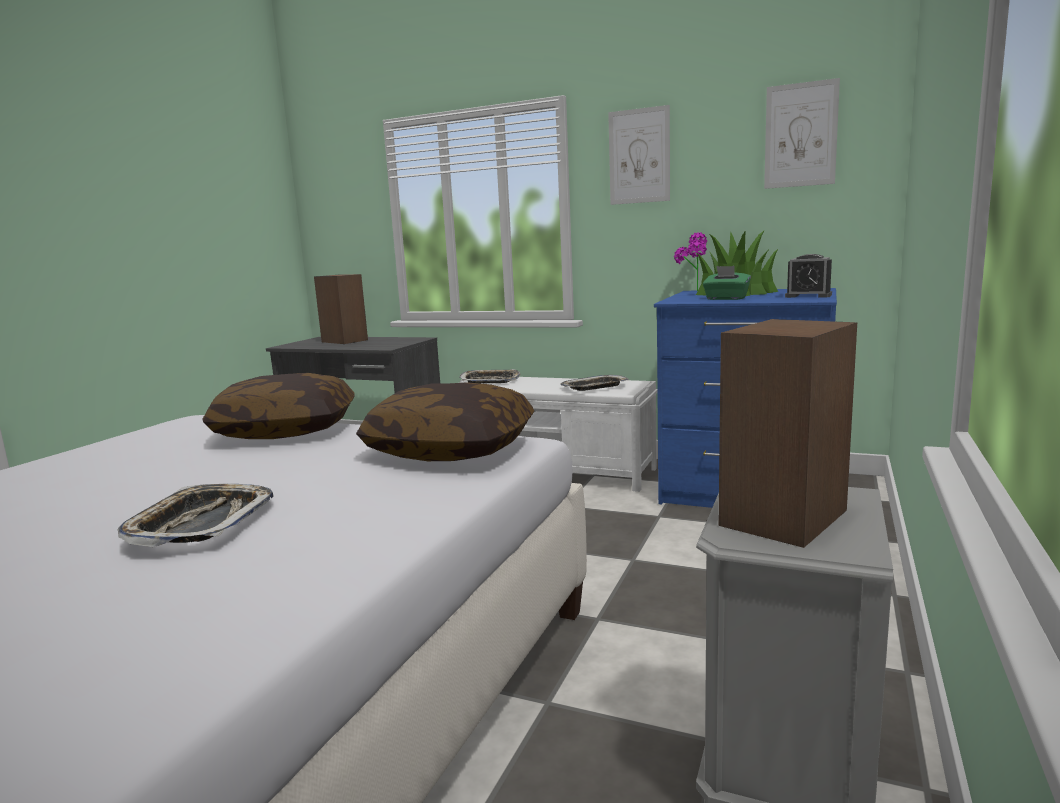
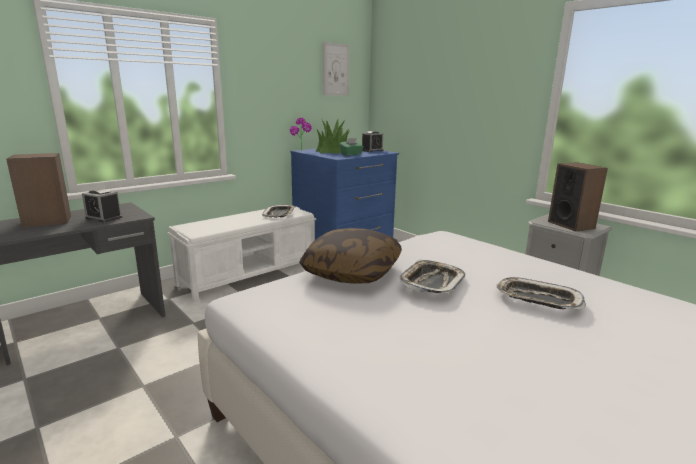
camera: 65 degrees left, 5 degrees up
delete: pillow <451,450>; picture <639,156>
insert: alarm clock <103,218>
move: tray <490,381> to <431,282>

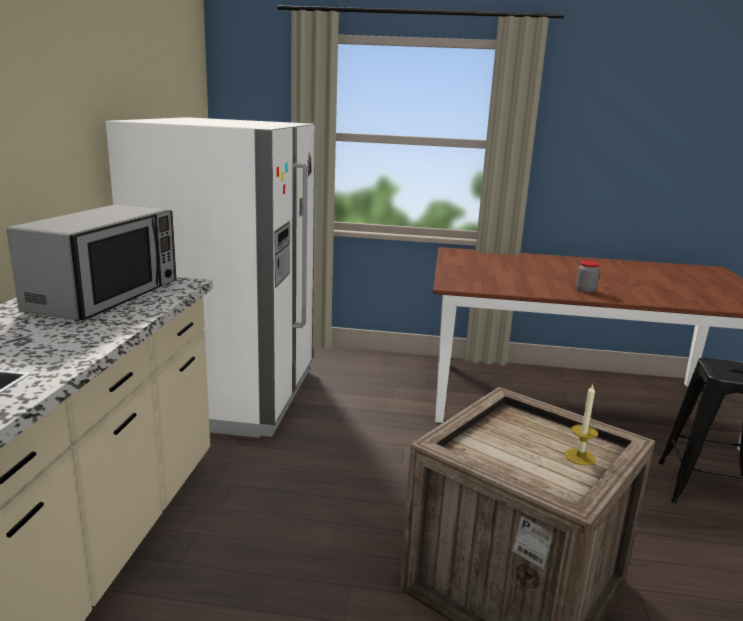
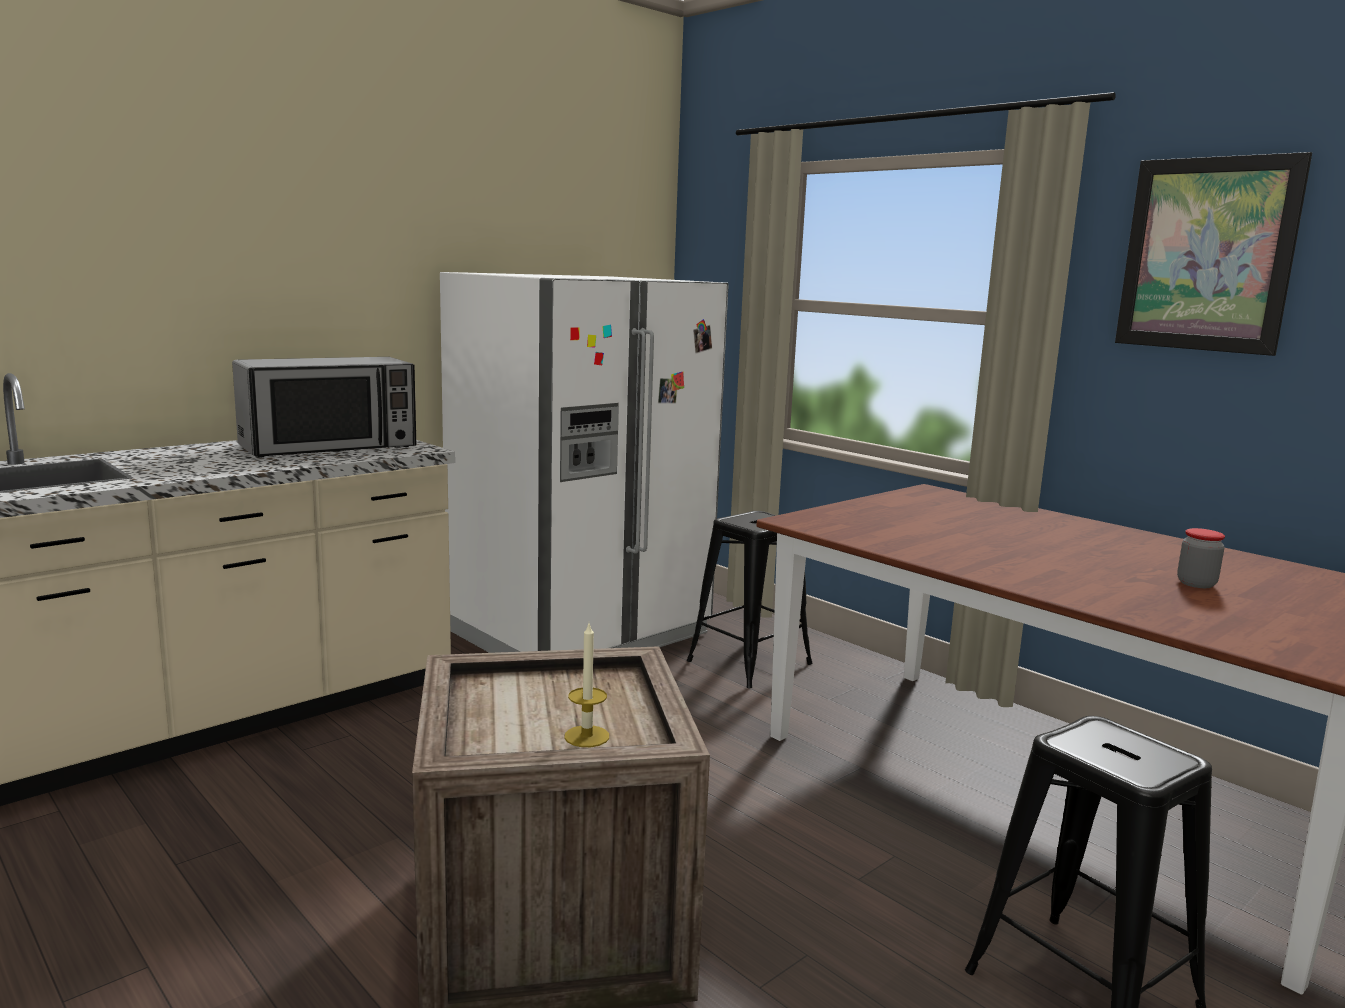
camera: 40 degrees right, 5 degrees down
insert: stool in black <749,663>; picture <1207,255>
move: jar <585,290> to <1196,584>

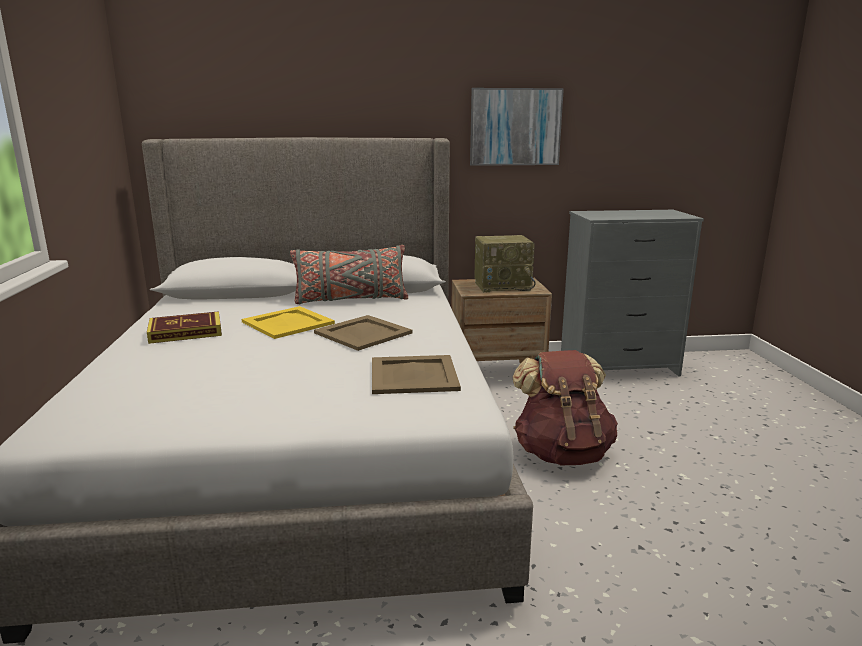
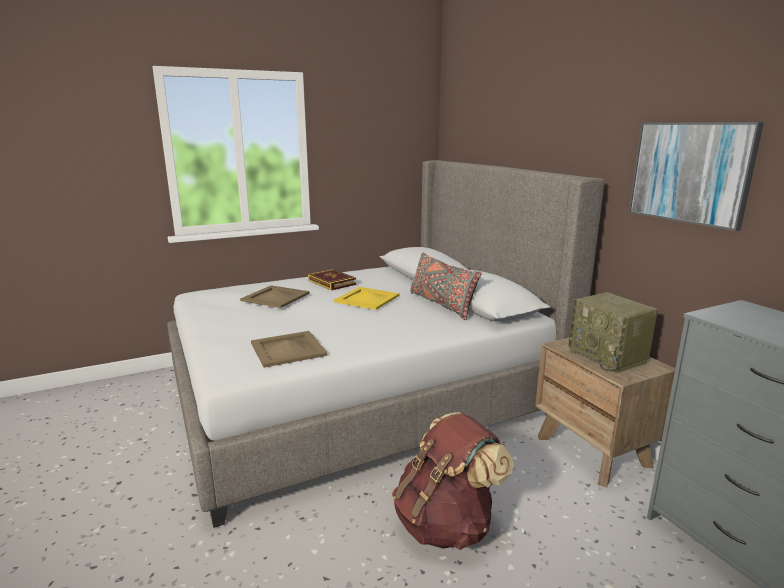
camera: 70 degrees right, 0 degrees up
move: tray in beige <363,332> to <276,297>

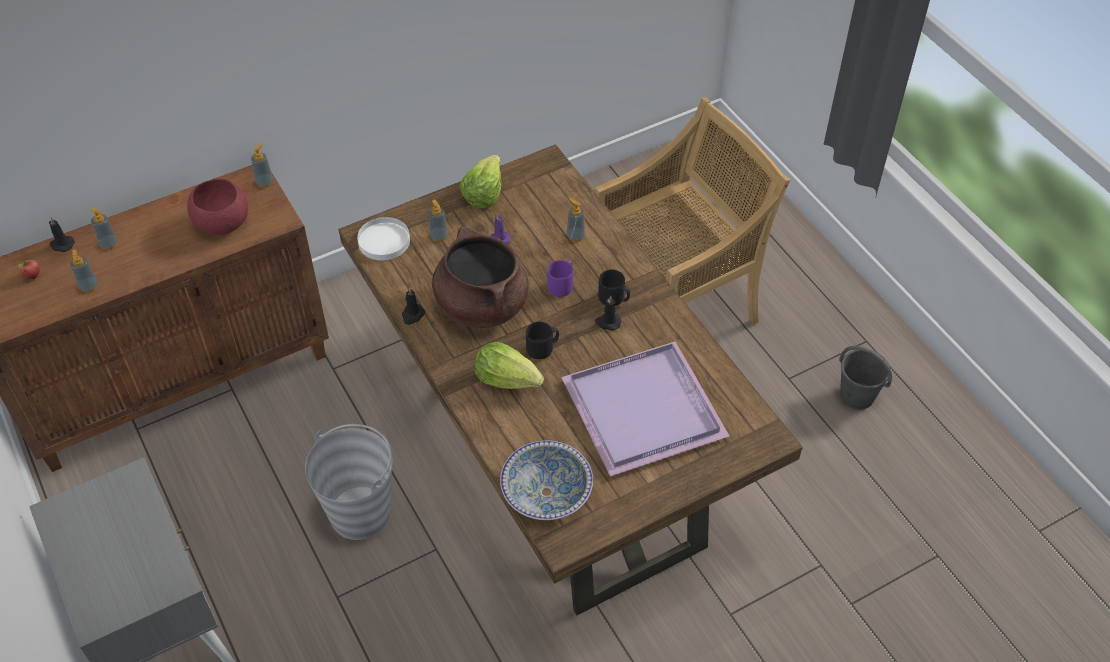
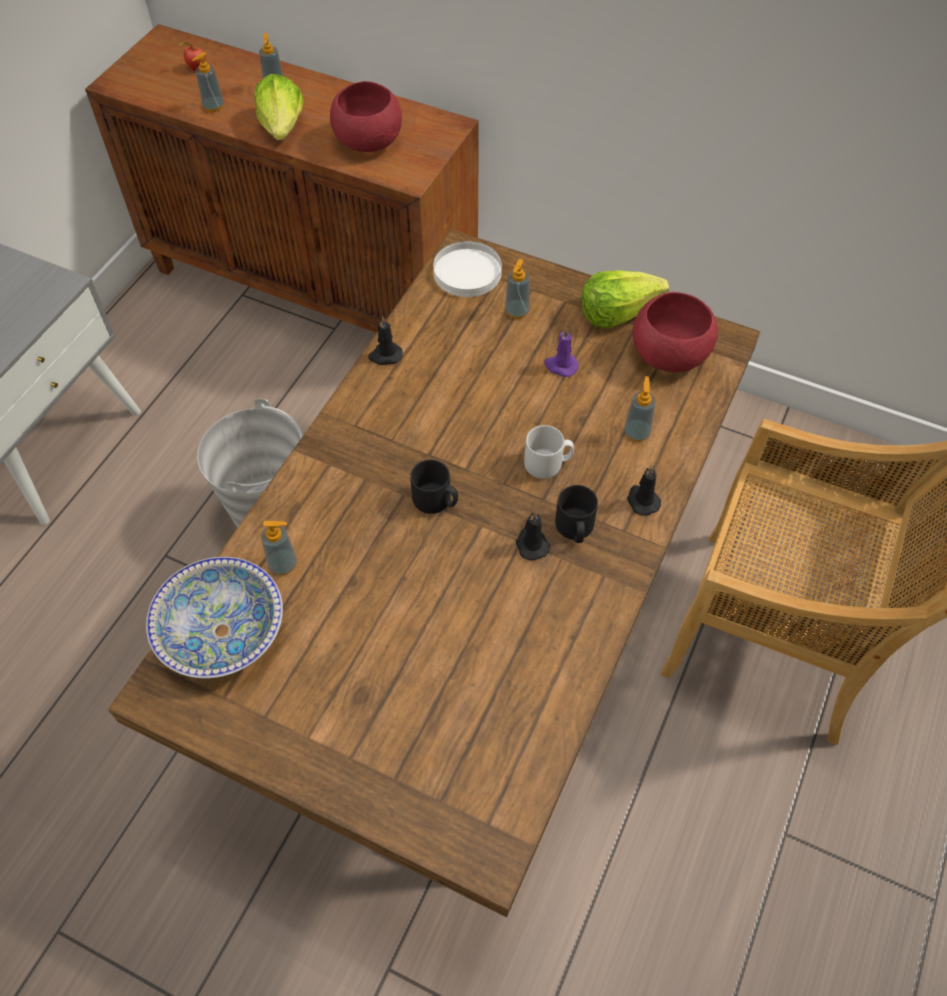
camera: 55 degrees right, 5 degrees up
delete: cooking pot in brown <481,305>; tray in purple <647,411>; bucket in grey <857,396>
insert: bowl in red <668,354>
move: candle in black <62,245> to <642,500>; soap dispenser <264,182> to <283,564>; lettuce <507,378> to <282,126>
recolor: mug in purple <562,285> to mug in grey <548,464>

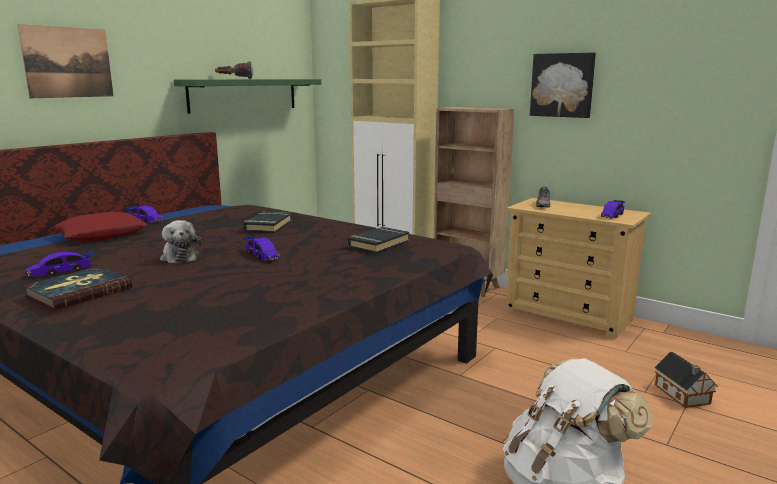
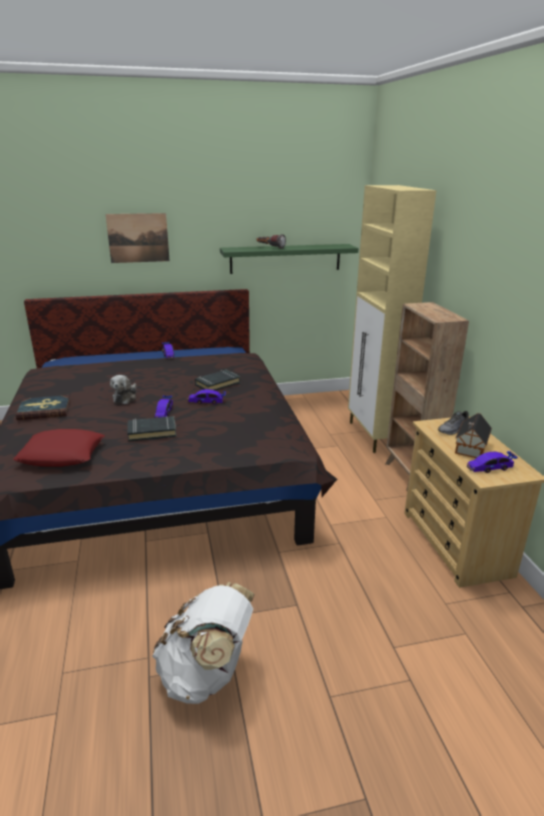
camera: 40 degrees right, 10 degrees up
delete: picture <562,85>
move: toy car <61,271> to <206,401>; pillow in red <102,234> to <62,454>; book in black <378,244> to <152,432>; toy house <683,395> to <470,448>

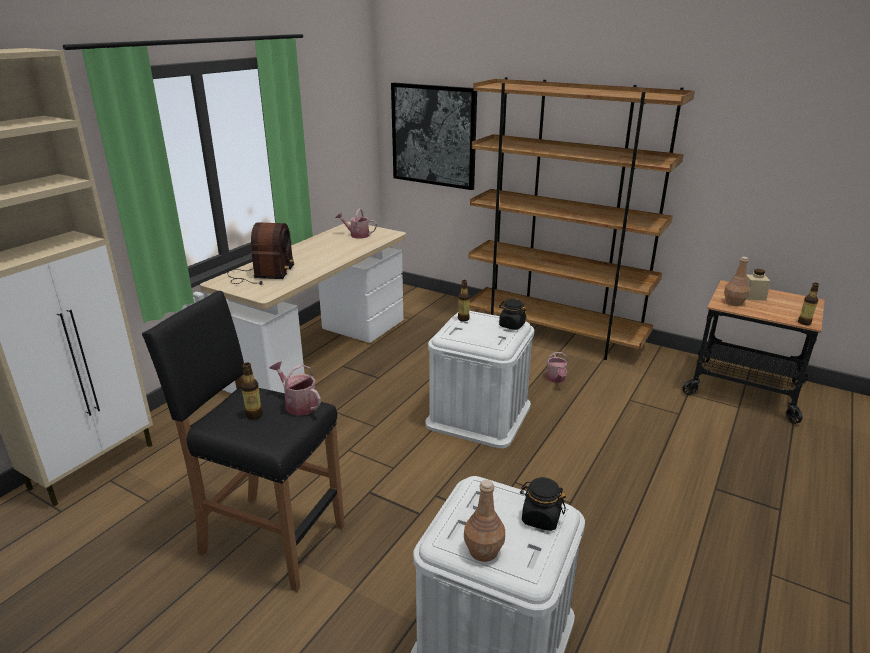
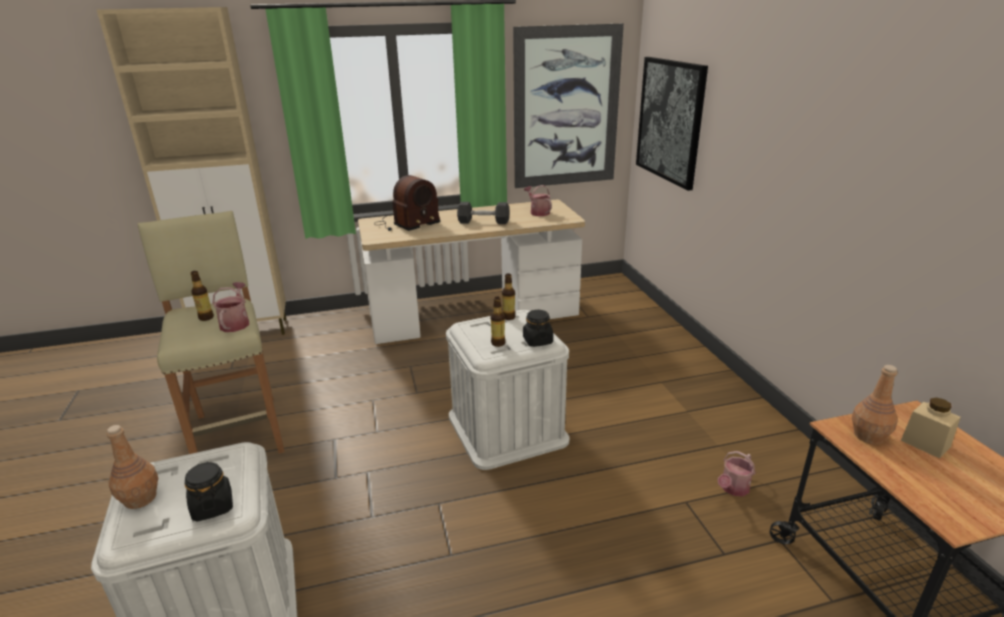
camera: 45 degrees right, 0 degrees up
delete: bookcase in brown <555,334>
insert: dumbbell in grey <483,222>; picture <566,108>
move: watering can <556,379> to <733,488>; bottle <804,323> to <498,343>
recolor: stool in black <271,539> to stool in beige <239,432>

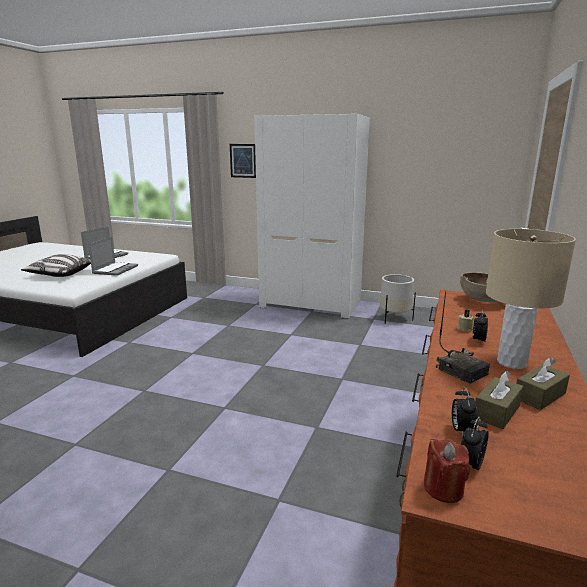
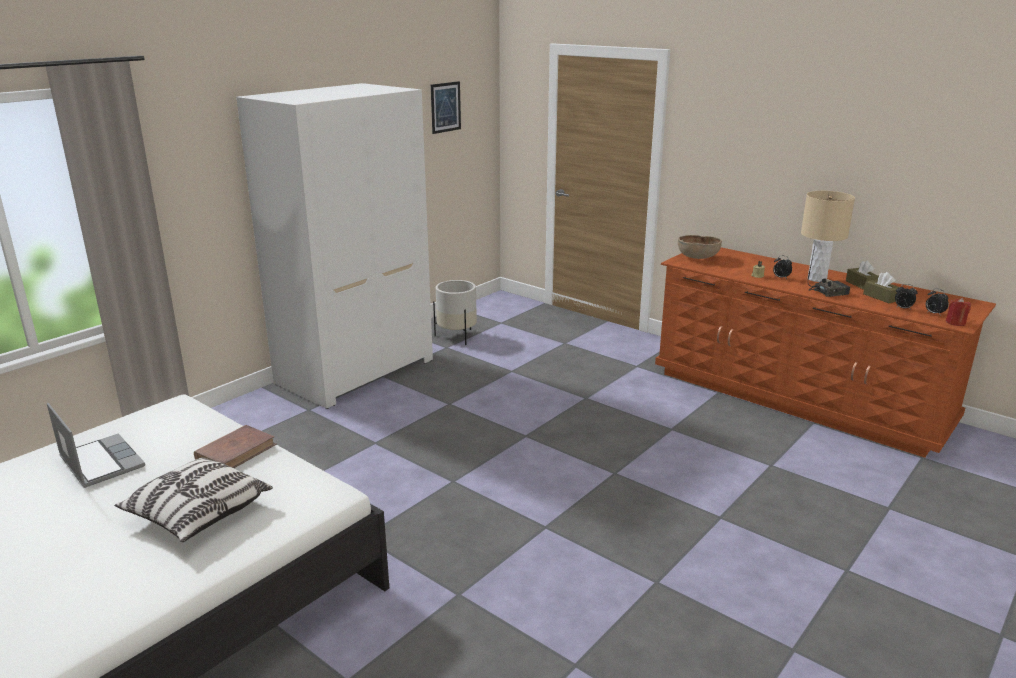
camera: 70 degrees left, 5 degrees up
move: picture <243,160> to <445,107>
replace: laptop <115,269> to book in brown <236,452>

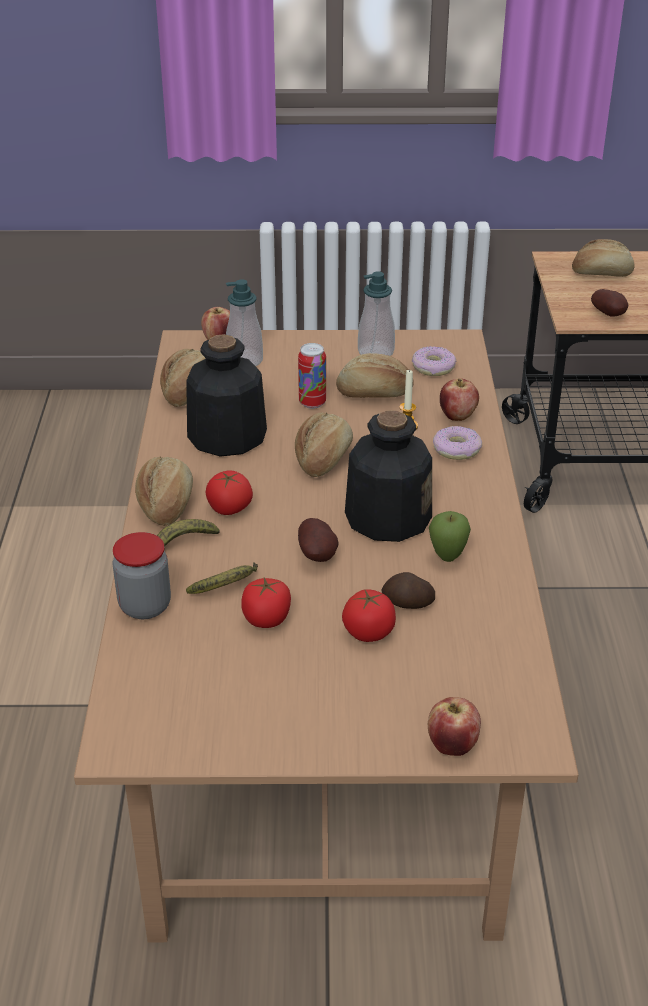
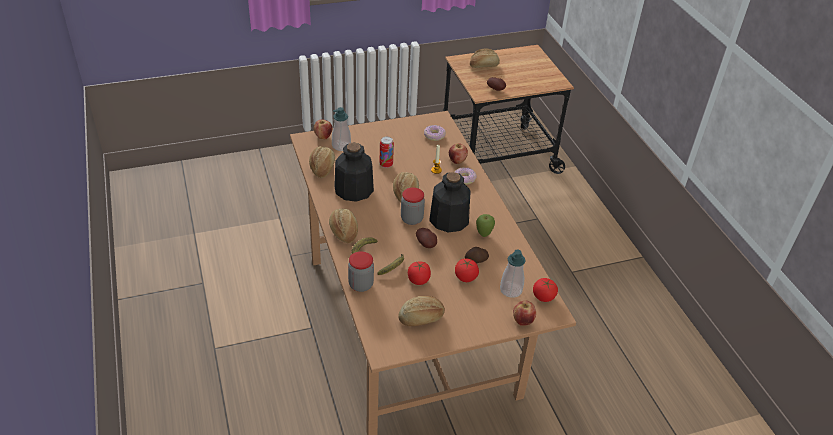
camera: 20 degrees left, 5 degrees up
insert: jar <411,219>
move: tomato <229,508> to <543,296>; bread <374,393> to <421,318>; soap dispenser <376,352> to <511,290>

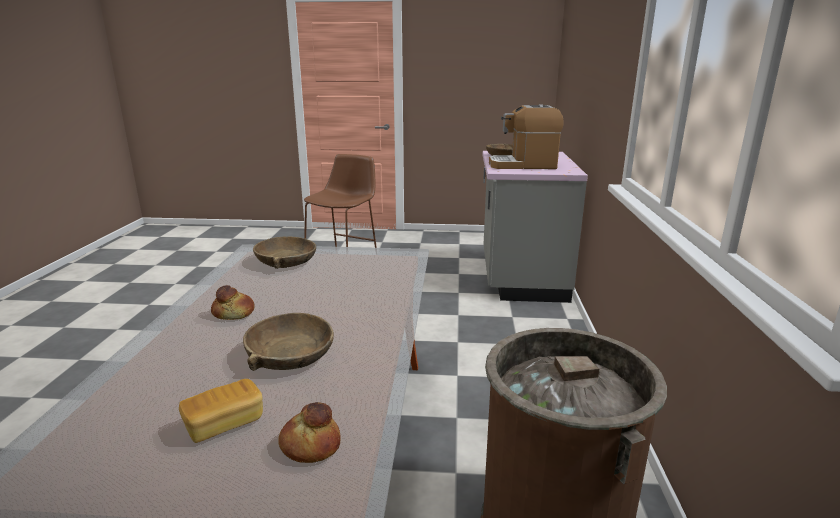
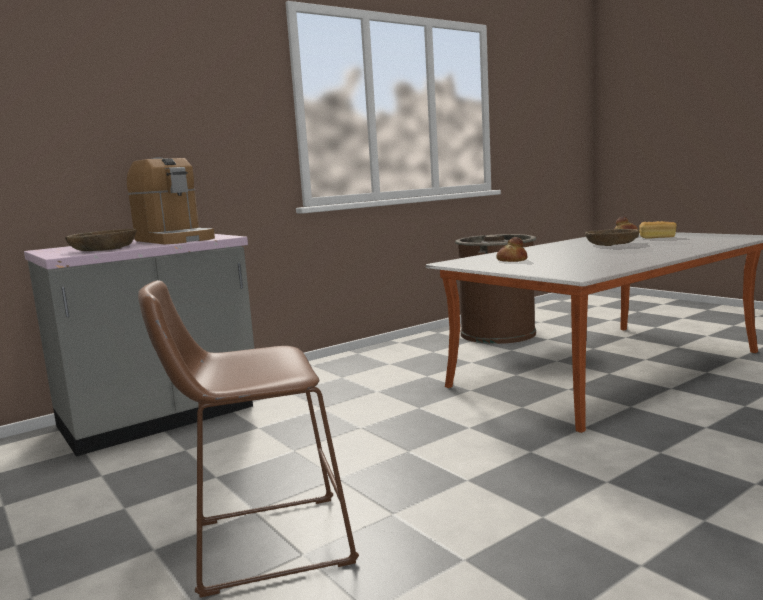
camera: 130 degrees left, 10 degrees down
delete: bowl in brown <286,261>
move: bread <234,313> to <511,260>

